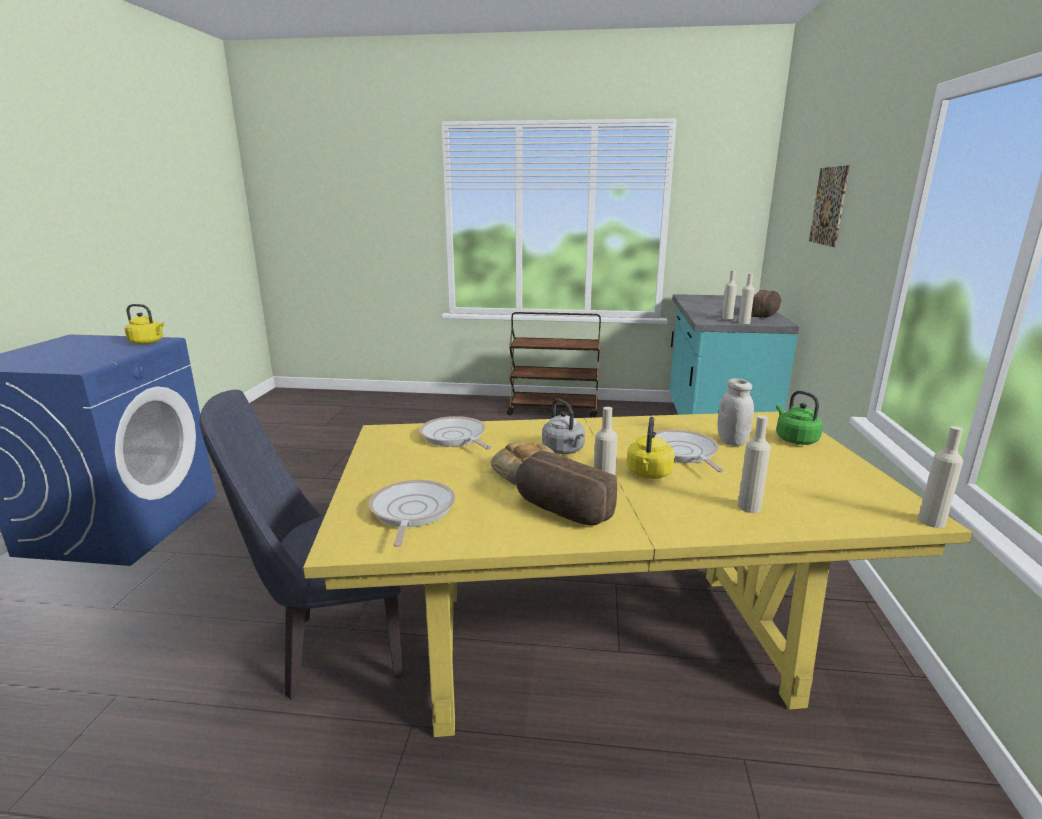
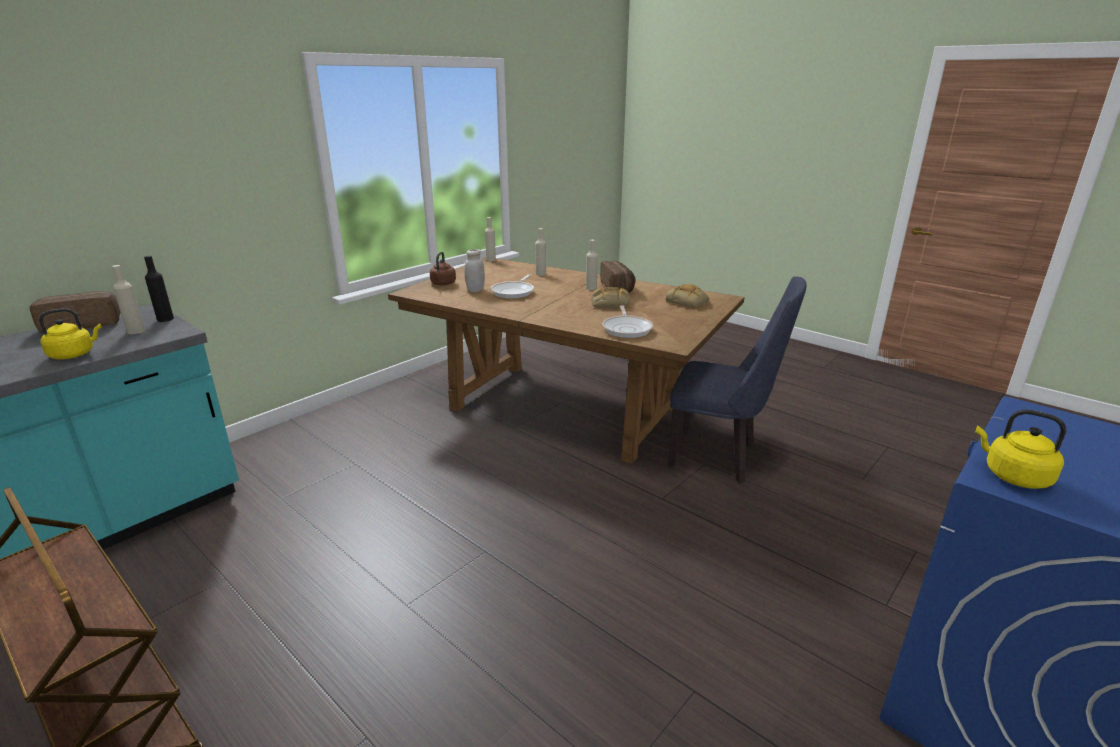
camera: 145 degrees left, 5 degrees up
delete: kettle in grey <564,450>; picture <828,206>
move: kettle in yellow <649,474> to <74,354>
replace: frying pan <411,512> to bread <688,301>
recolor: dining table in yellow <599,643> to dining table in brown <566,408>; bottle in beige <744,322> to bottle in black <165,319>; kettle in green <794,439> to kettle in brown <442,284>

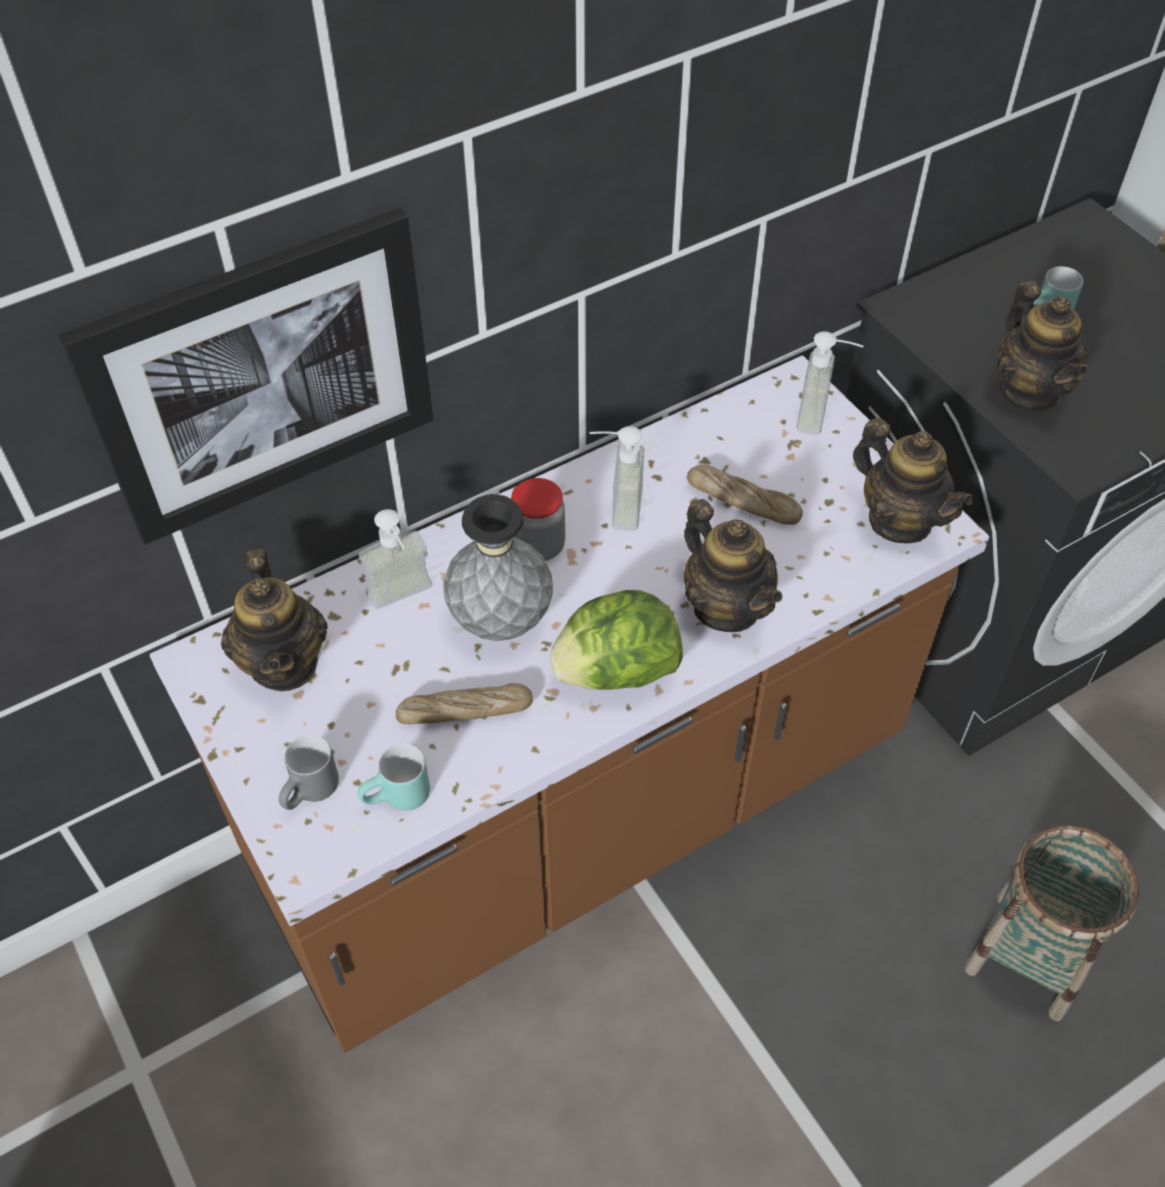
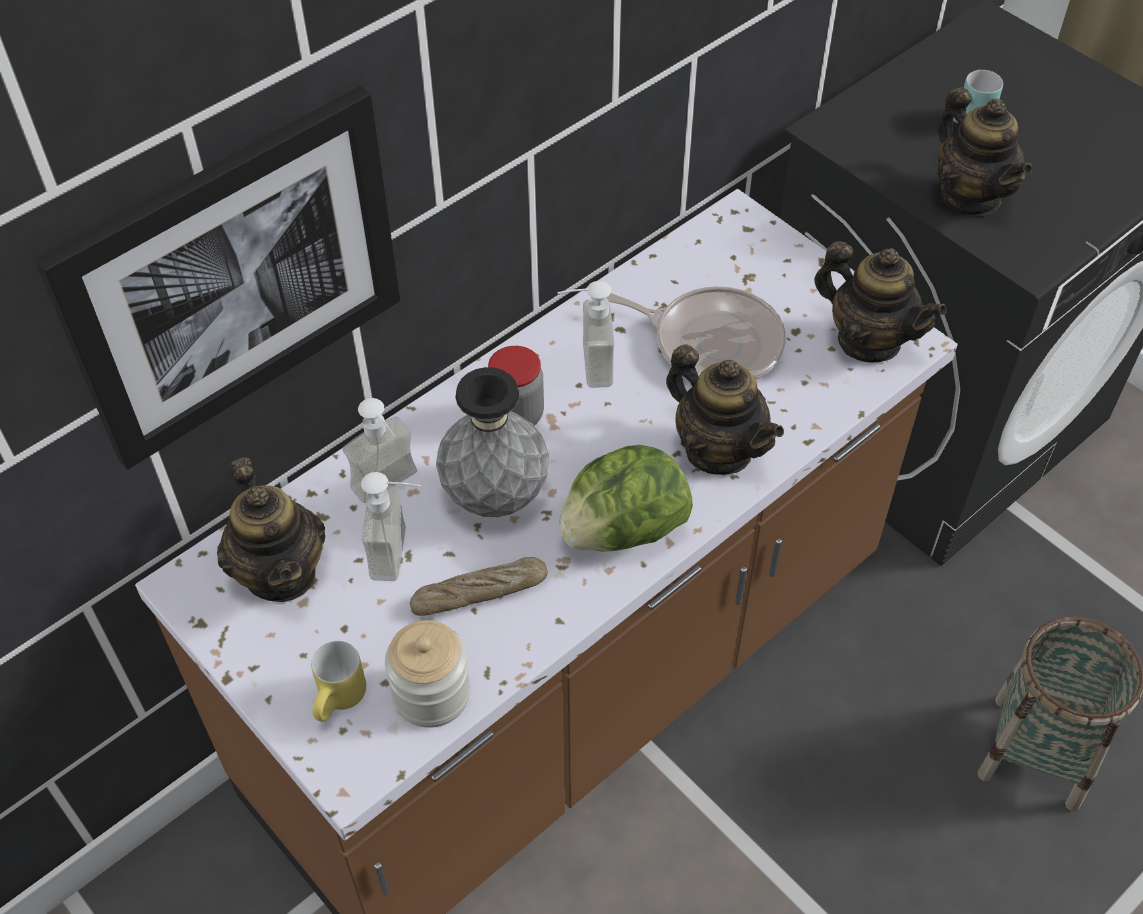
camera: 10 degrees left, 0 degrees up
move: soap dispenser <823,416> to <402,553>
replace: mug in turquoise <398,800> to jar <431,694>; bread <743,501> to frying pan <711,342>
recolor: mug in grey <312,794> to mug in yellow <341,702>

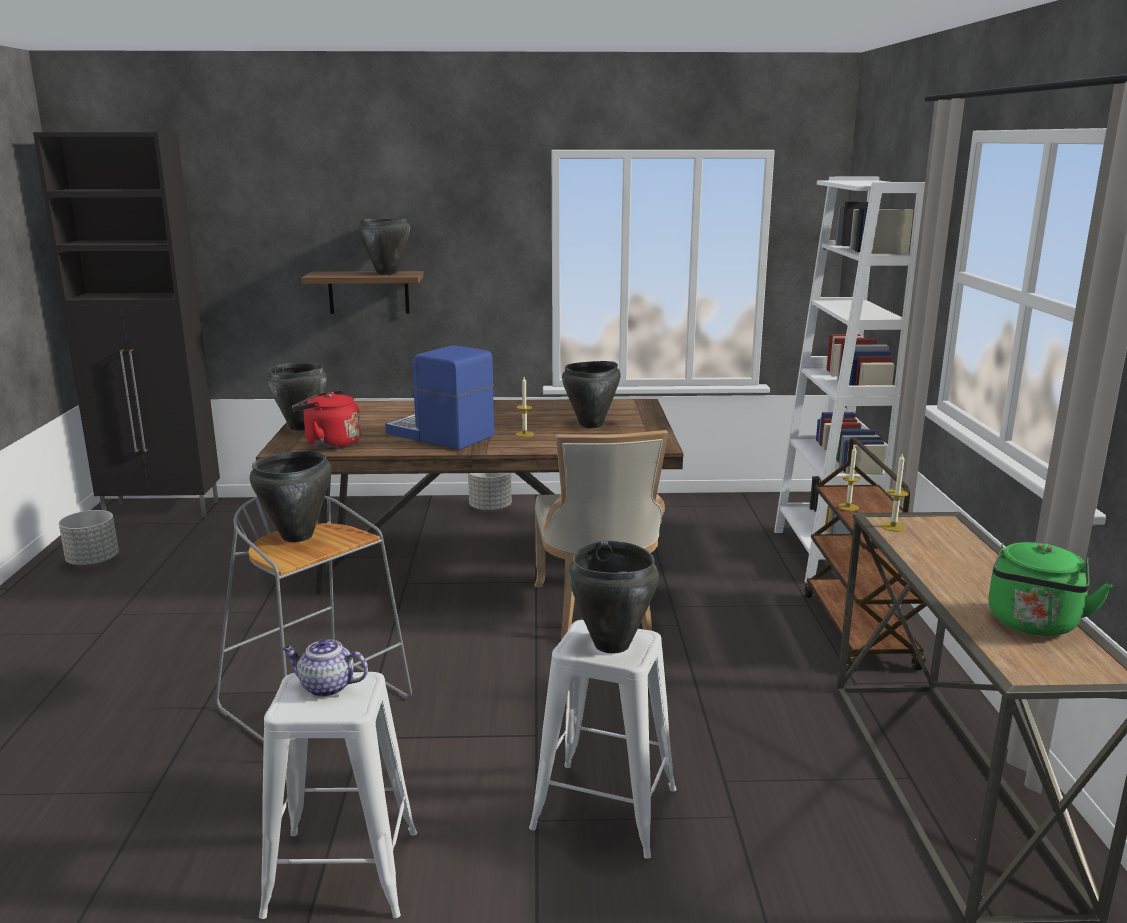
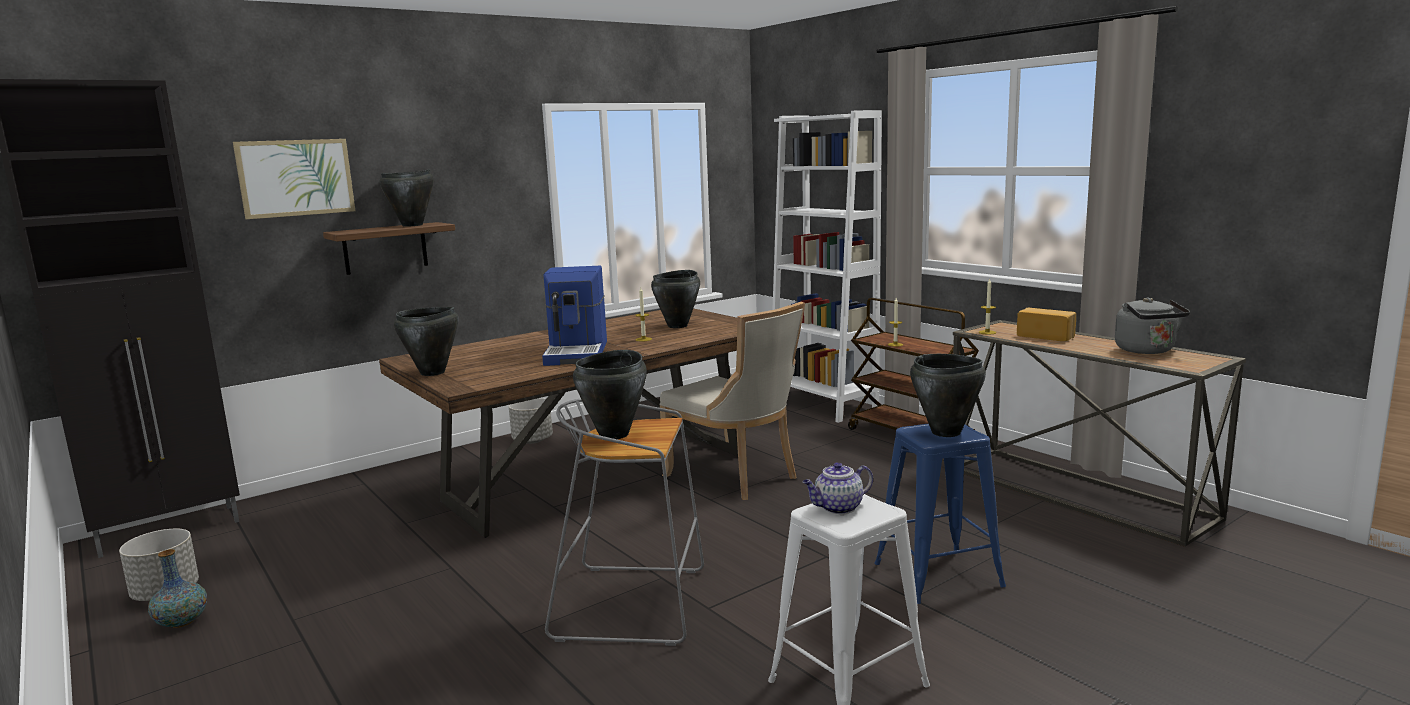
camera: 35 degrees left, 5 degrees down
delete: kettle in red <329,444>
insert: vase <182,622>; picture <295,178>; bread <1046,336>
recolor: stool in white <604,808> to stool in blue <938,575>; kettle in green <1033,624> to kettle in grey <1147,351>
rotate: coffee machine <440,435> = <578,353> 90 degrees counterclockwise

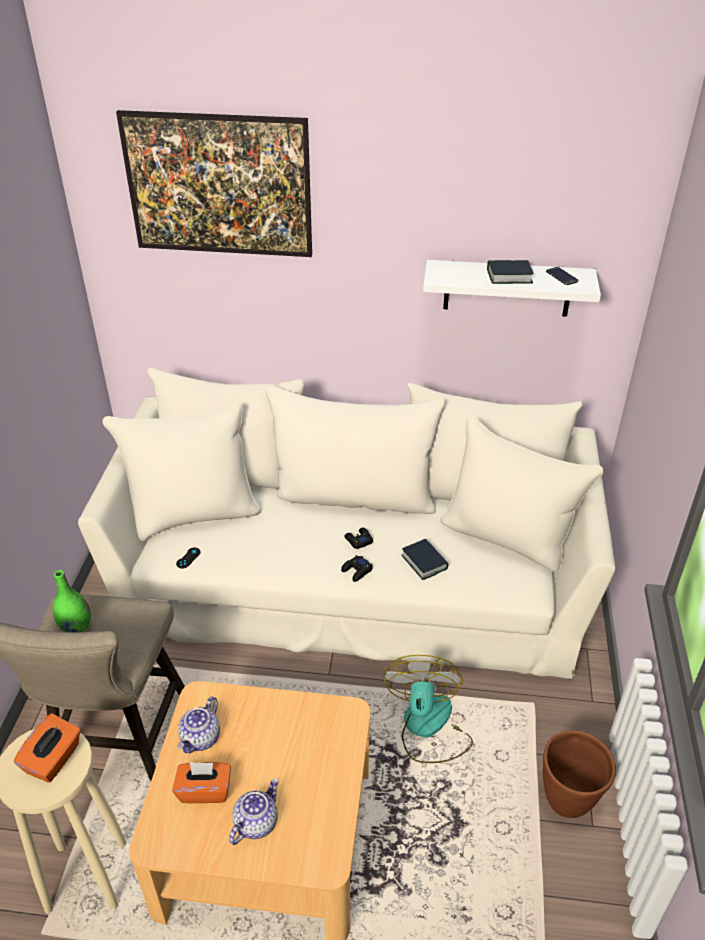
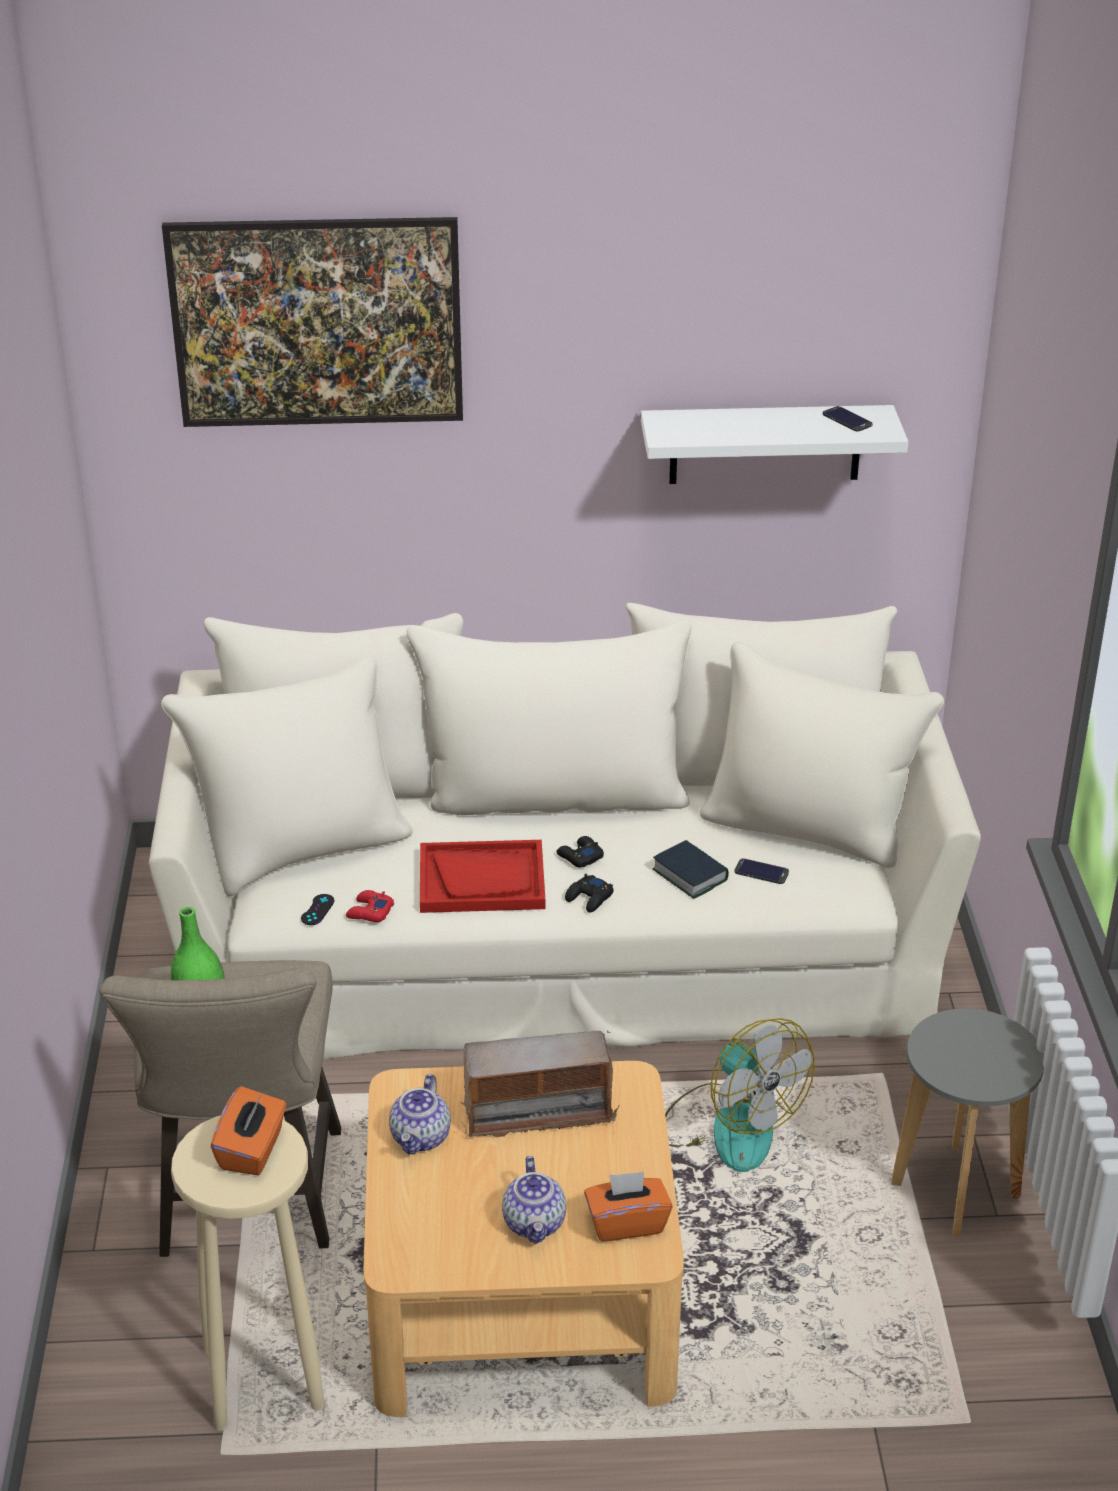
camera: 10 degrees left, 5 degrees down
delete: book <509,276>
insert: game controller in red <369,912>; tray in red <482,880>; radio <538,1111>; phone <761,872>
move: tissue box in orange <204,790> to <626,1223>
replace: planter in brown <567,801> to stool in grey <956,1190>
rotate: teapot <256,822> = <535,1223> 150 degrees clockwise; fan <428,728> = <729,1126> 150 degrees clockwise

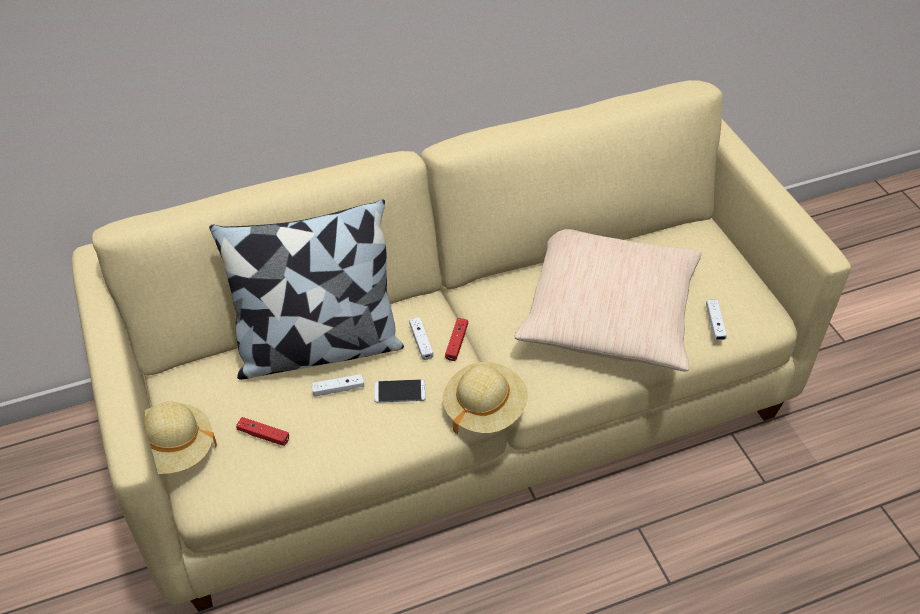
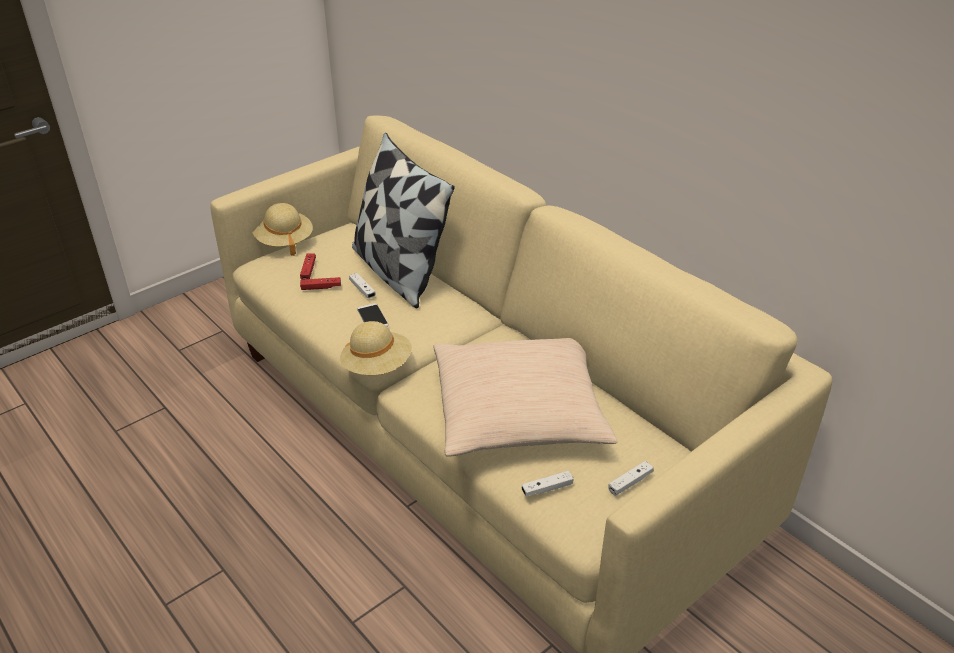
camera: 70 degrees right, 10 degrees down
move: game controller in white <421,342> to <630,482>; game controller in red <456,343> to <321,287>

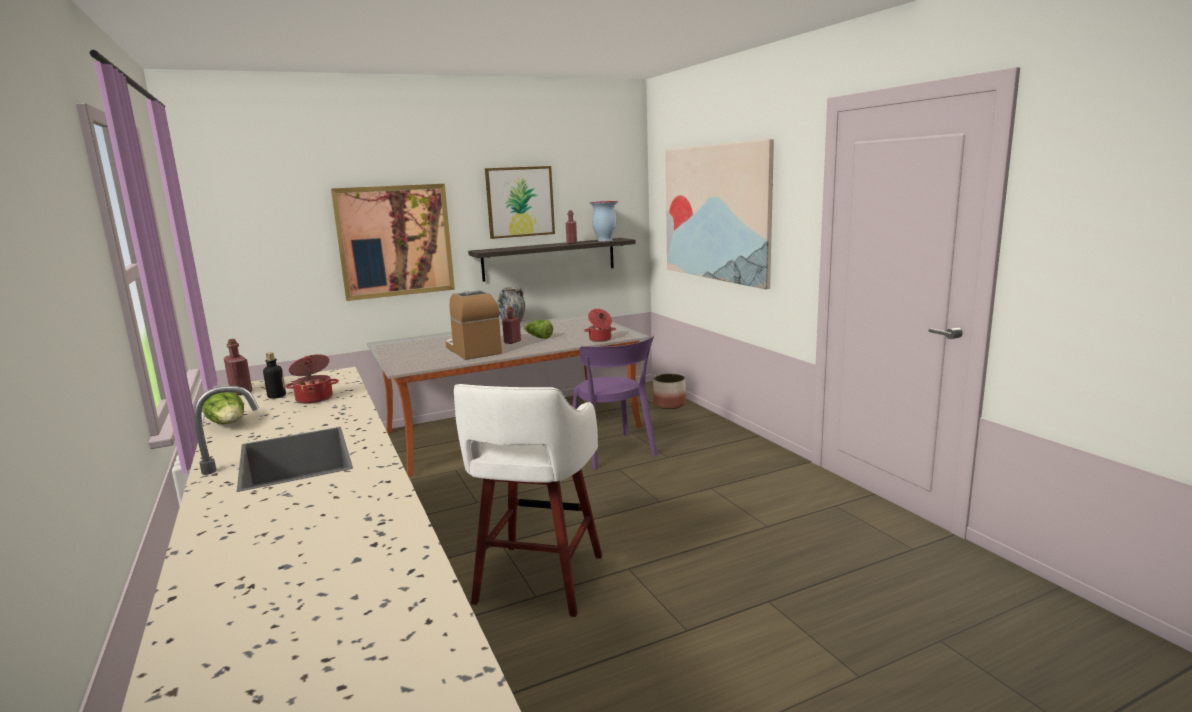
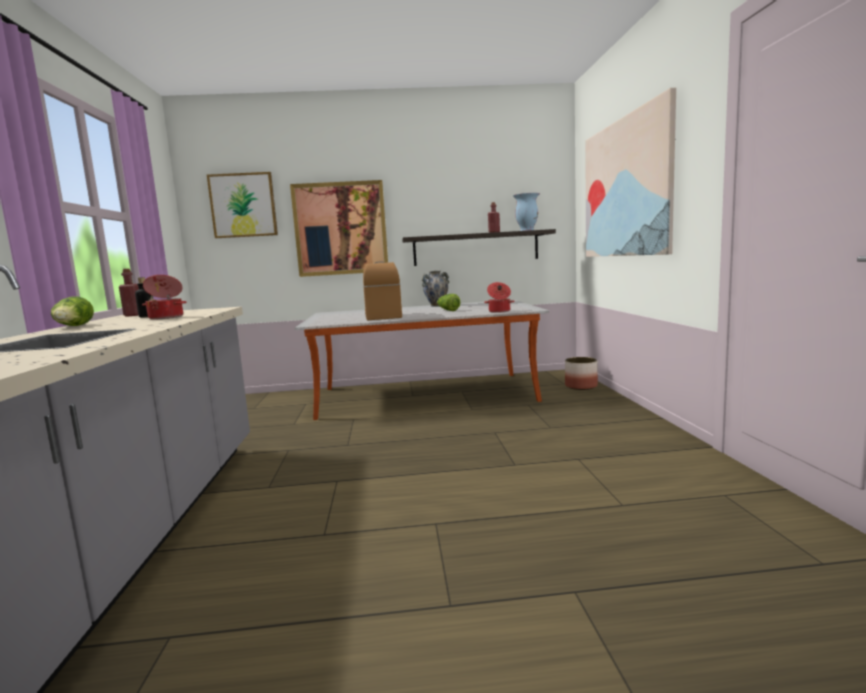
camera: 20 degrees right, 5 degrees down
delete: stool in white <537,581>; bottle in red <512,342>; chair in purple <613,452>
move: picture <520,202> to <243,205>

